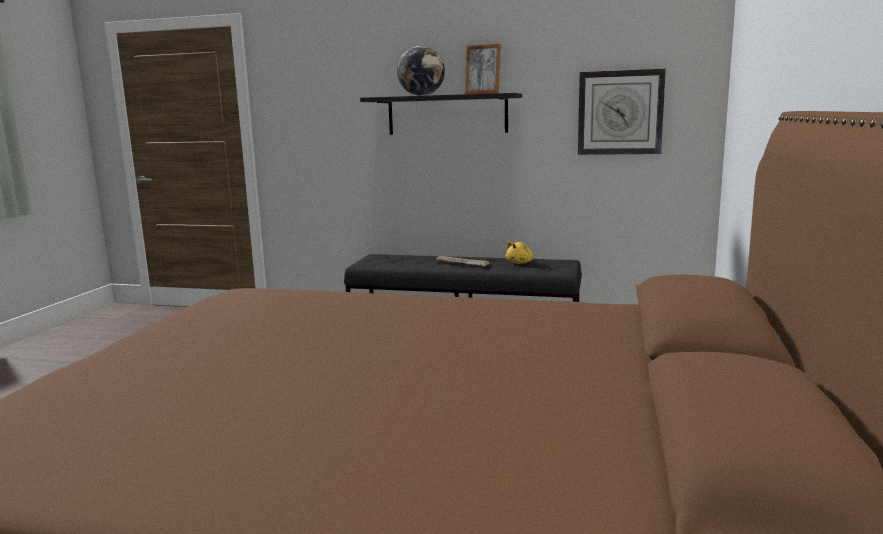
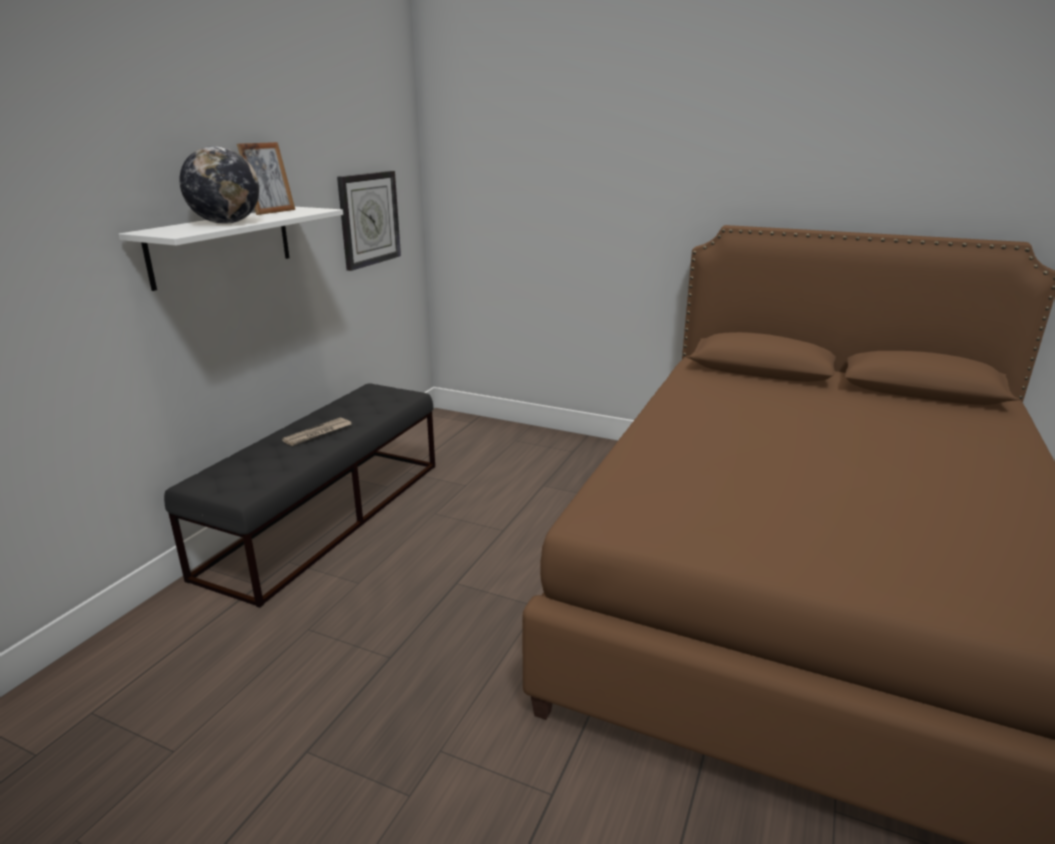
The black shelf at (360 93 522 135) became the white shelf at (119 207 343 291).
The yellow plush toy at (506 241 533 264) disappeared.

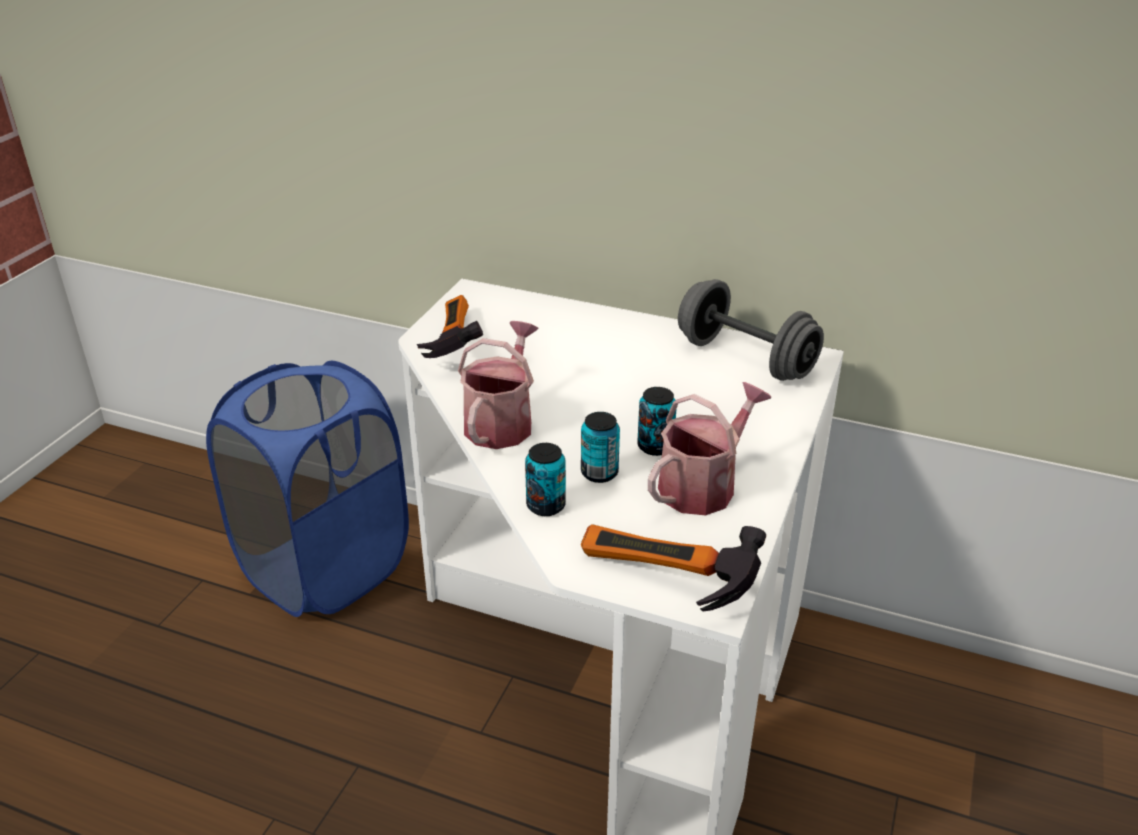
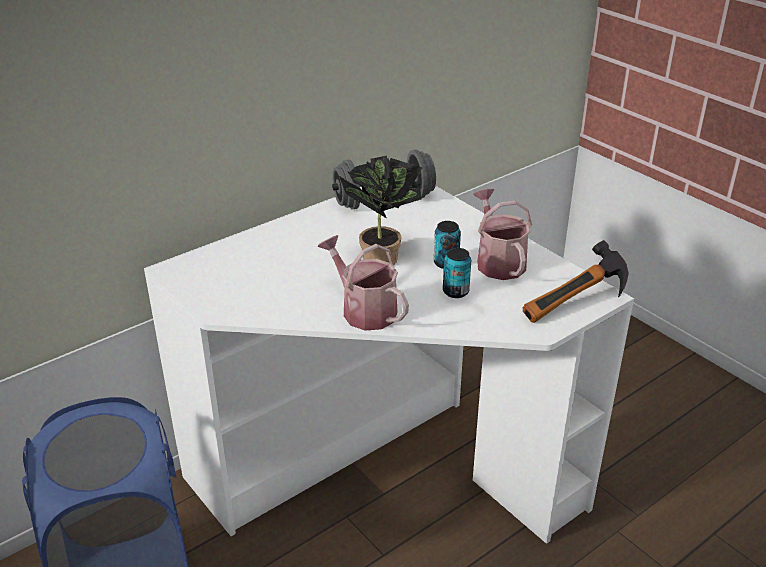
The potted plant at (339 156 422 265) appeared.
The hammer at (417 295 483 358) disappeared.
The can at (525 443 566 516) disappeared.

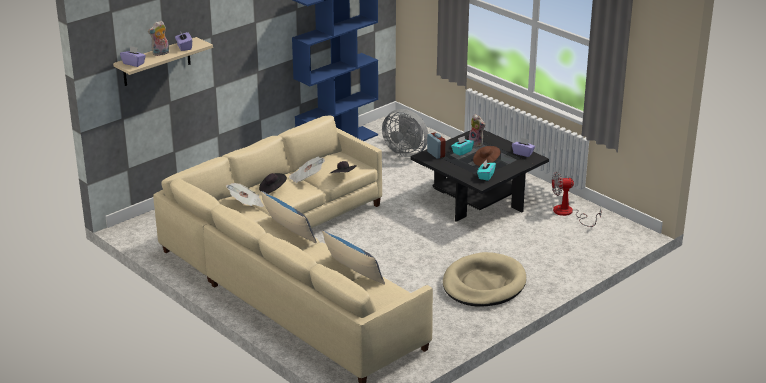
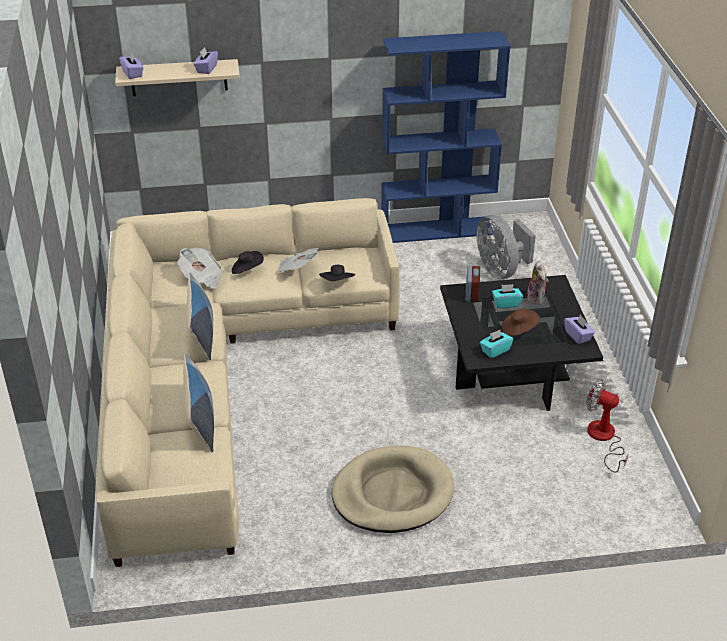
The plush toy at (148 20 169 56) disappeared.

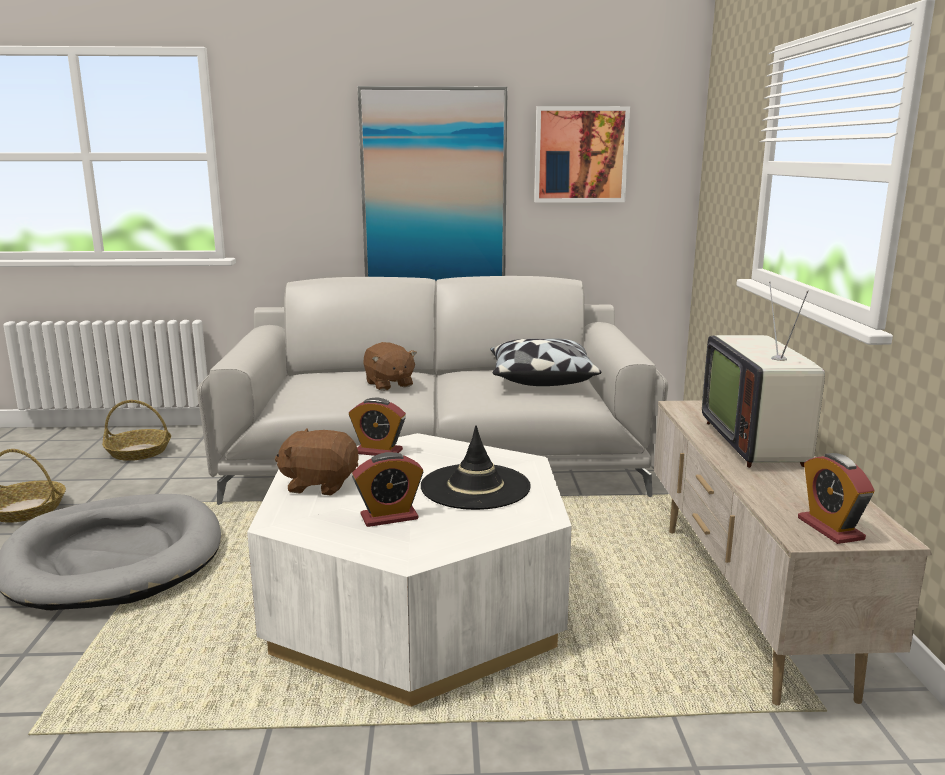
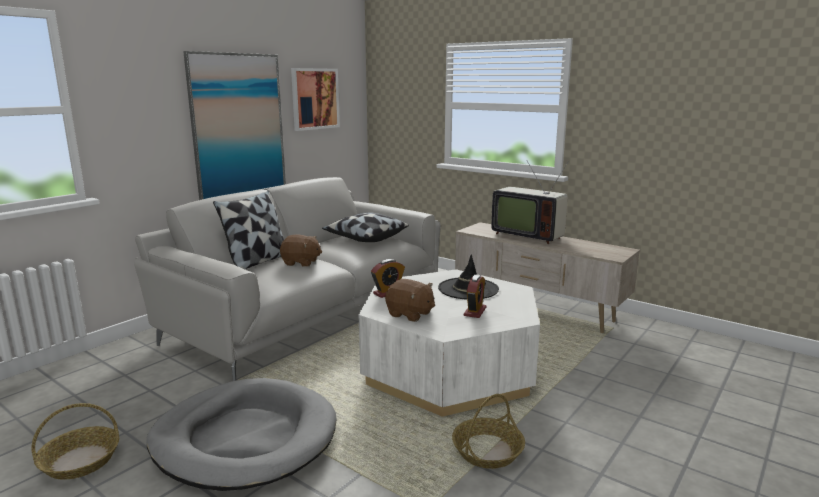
The pillow at (213 191 284 269) appeared.
The brown plush toy at (275 428 359 495) turned 105 degrees counterclockwise.
The basket moved from (102 400 171 461) to (452 394 525 469).
The alarm clock at (798 453 875 544) disappeared.

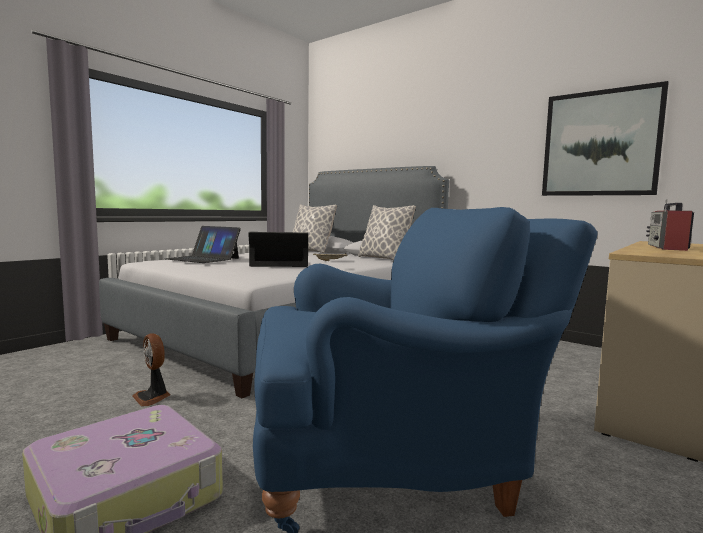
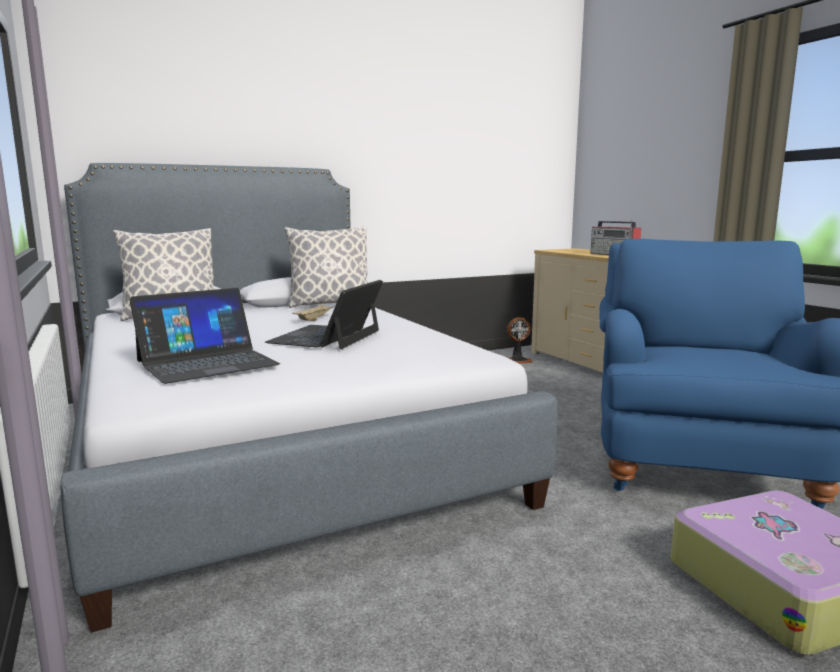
The fan moved from (132 334 171 407) to (507 317 533 364).
The picture at (542 81 669 196) disappeared.

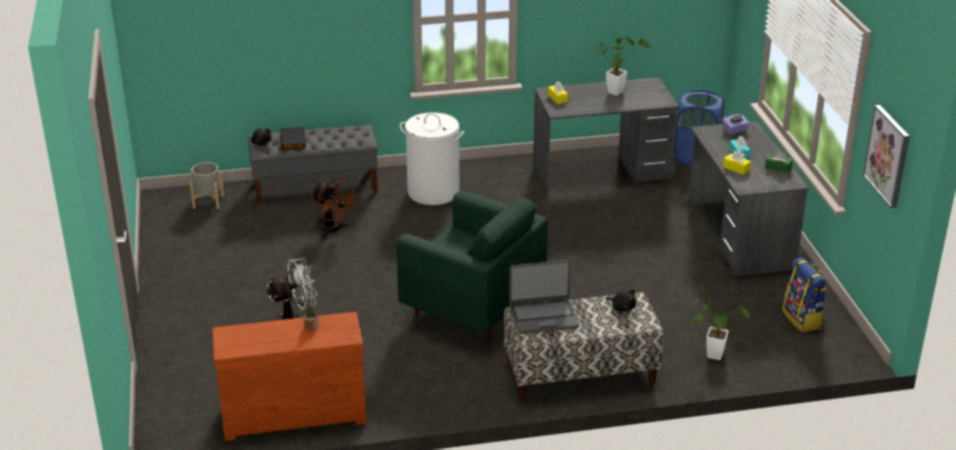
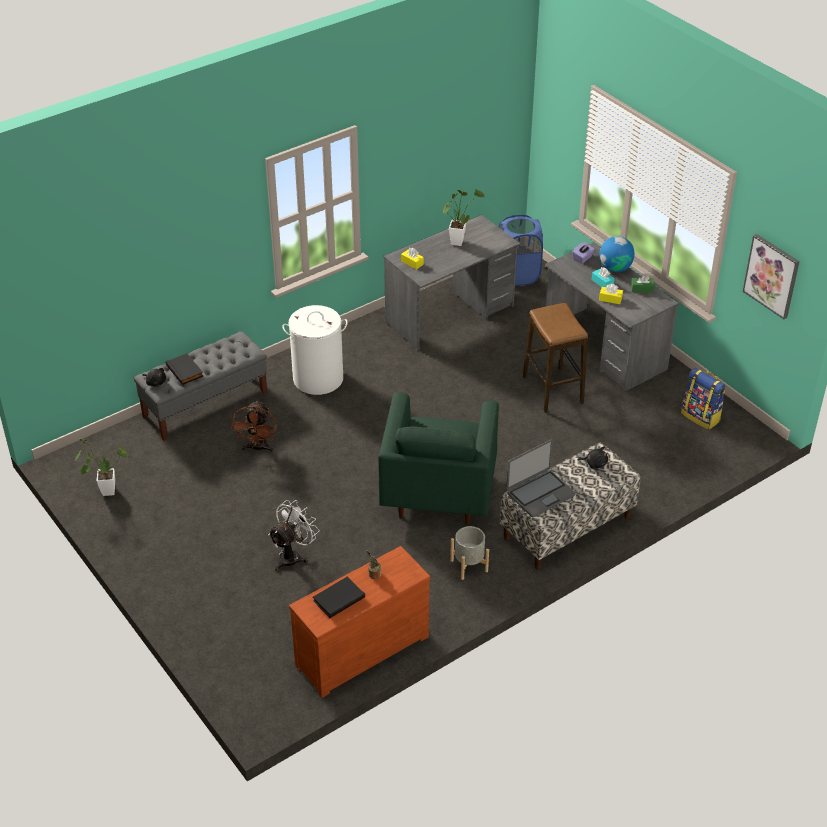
The potted plant moved from (691 286 750 360) to (75 438 128 496).
The brown fan at (311 177 359 238) turned 75 degrees clockwise.
The black book at (313 577 365 618) appeared.
The green armchair at (396 191 548 342) turned 90 degrees clockwise.
The grey planter moved from (190 162 224 209) to (450 526 489 580).
The stool at (523 303 588 413) appeared.
The globe at (599 236 635 272) appeared.

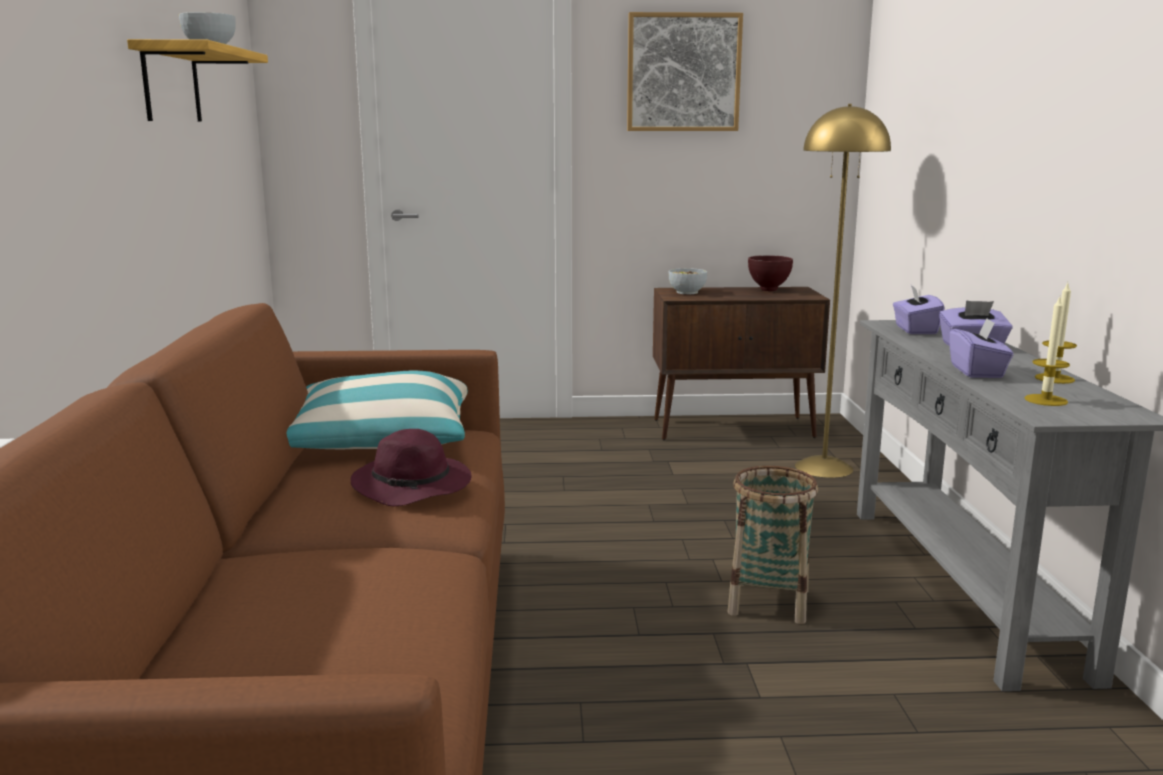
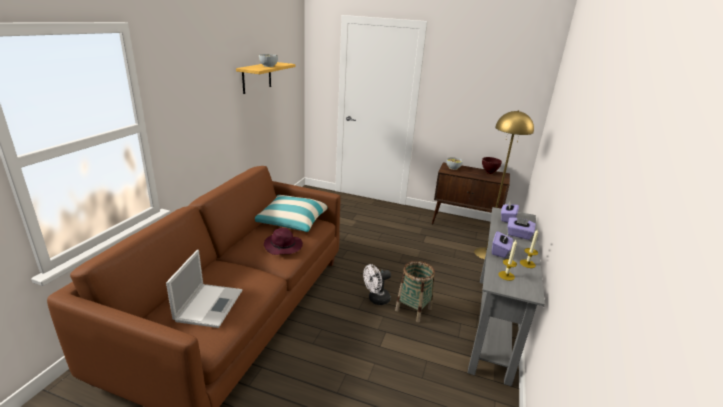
The laptop at (166 250 243 328) appeared.
The white fan at (363 264 391 305) appeared.
The picture at (627 12 743 131) disappeared.

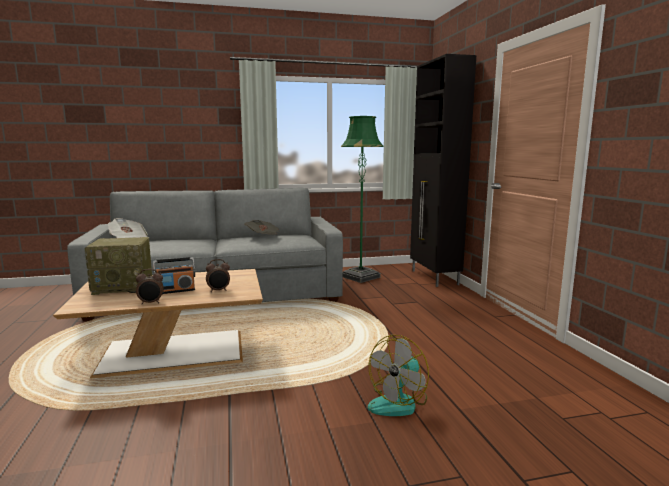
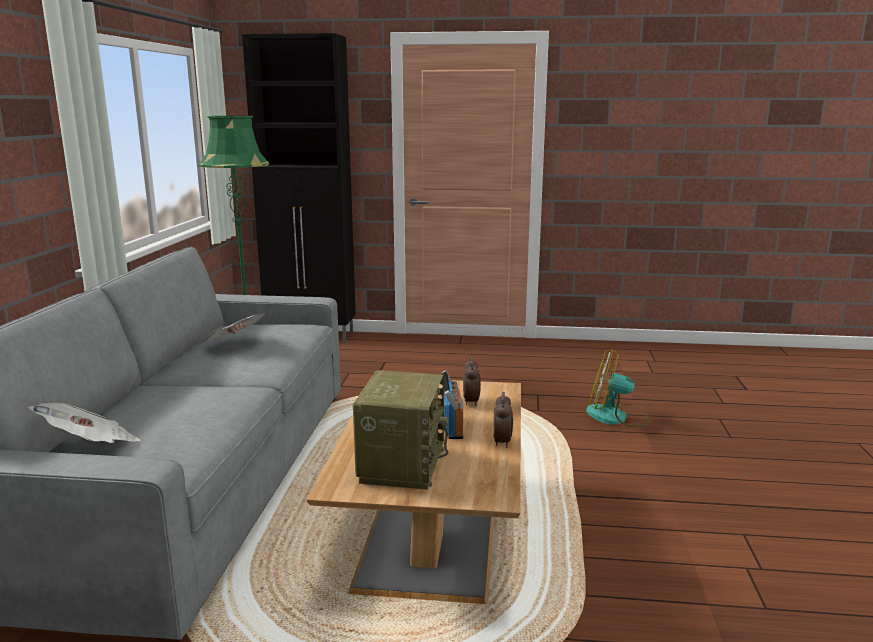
The fan at (368 335 429 416) turned 135 degrees clockwise.

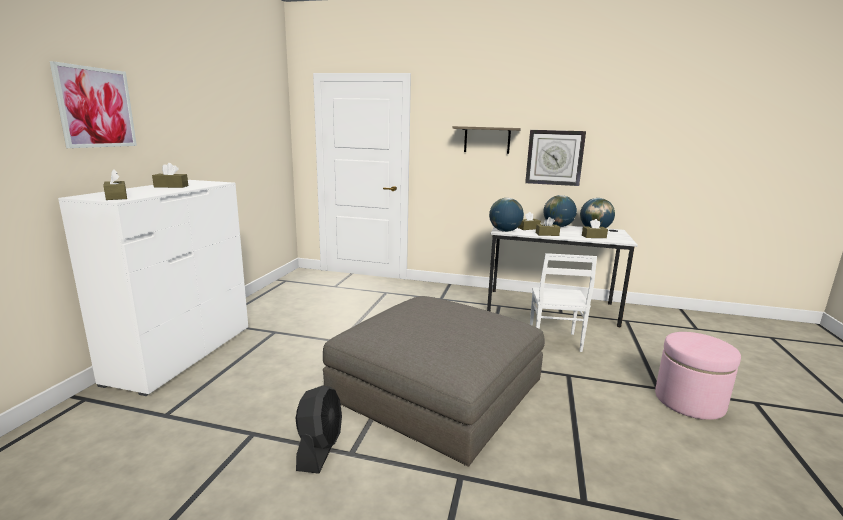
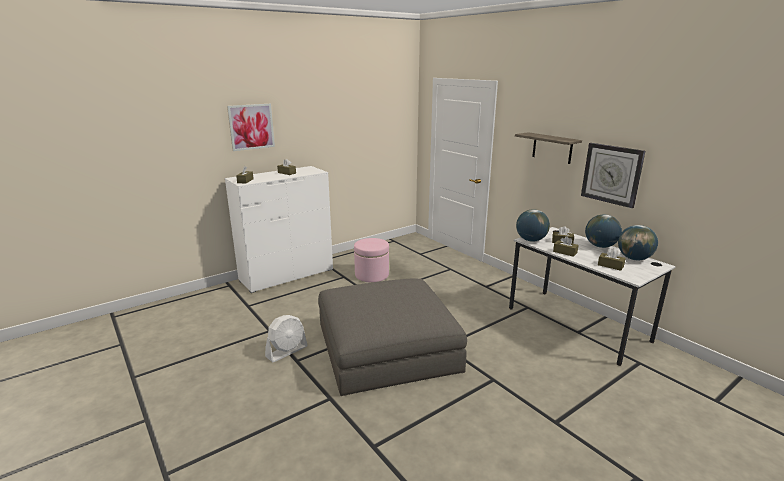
The black fan at (295 385 342 474) became the white fan at (265 315 308 362).
The pink ottoman moved from (655 332 741 420) to (354 238 389 283).
The white chair at (530 253 597 352) disappeared.

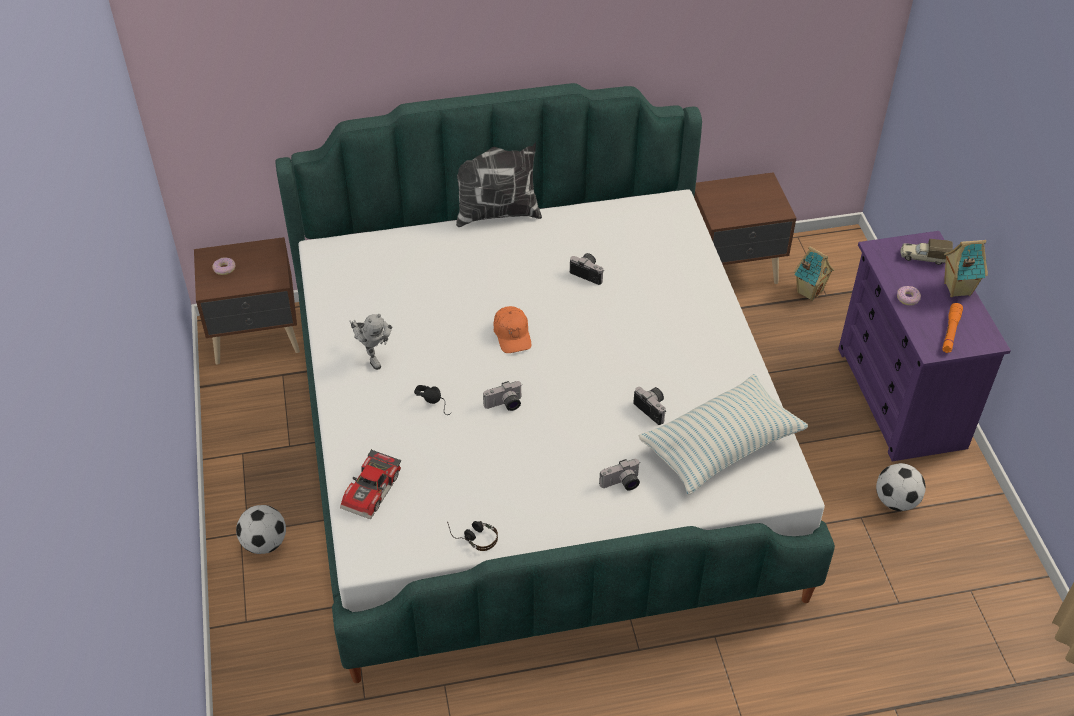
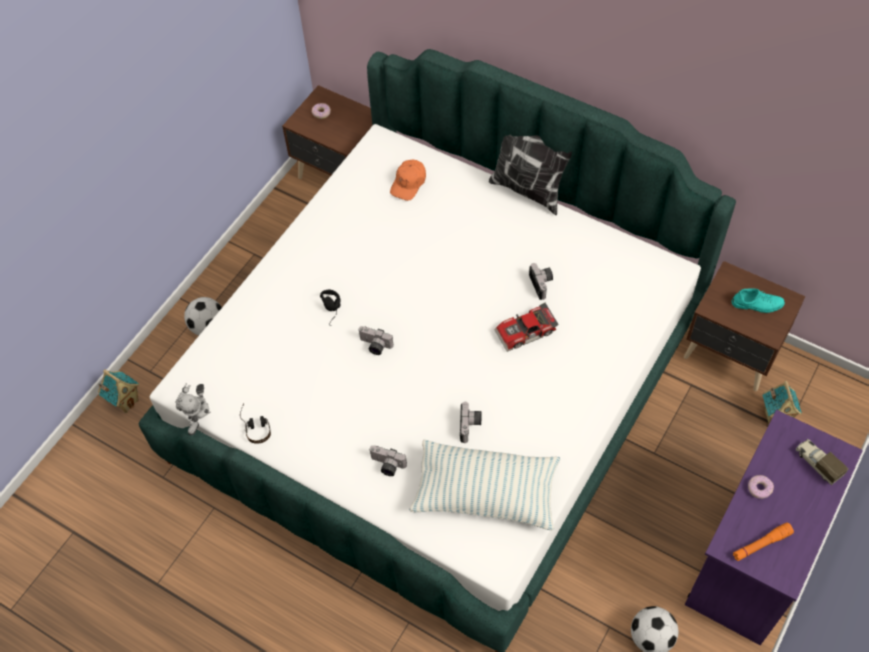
The toy house moved from (944 240 988 297) to (98 370 139 413).
The toy robot moved from (349 314 392 370) to (176 383 210 435).
The orange cap moved from (494 306 531 353) to (390 160 426 201).
The toy car moved from (340 449 401 520) to (494 302 559 352).
The turquoise shoe at (732 289 785 313) appeared.

